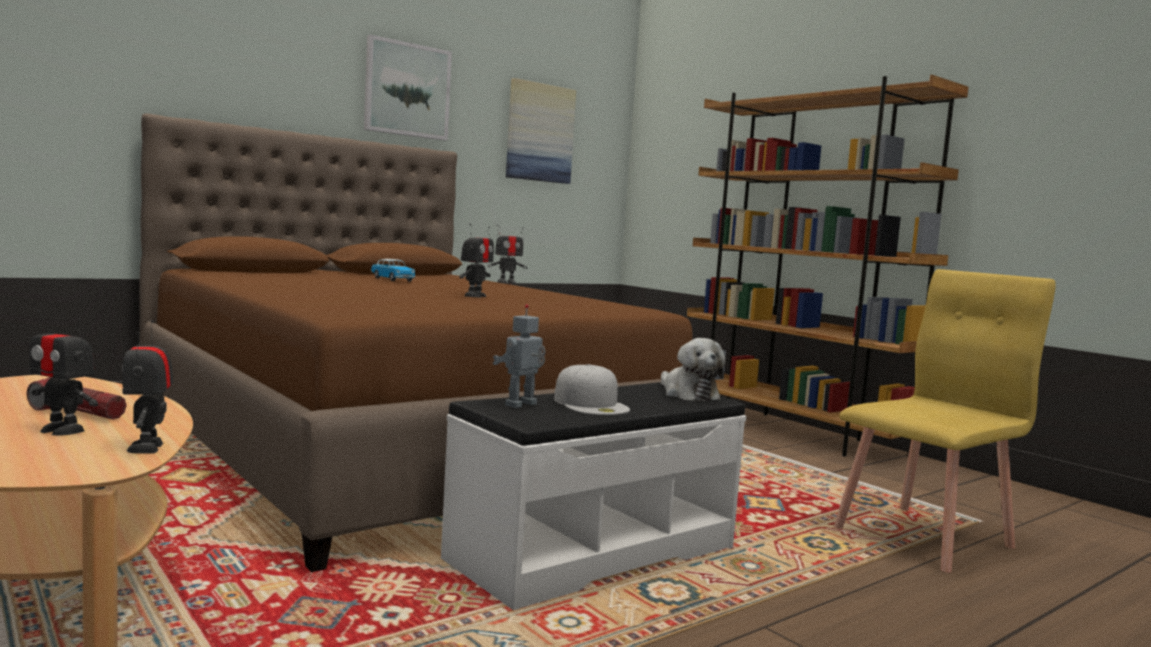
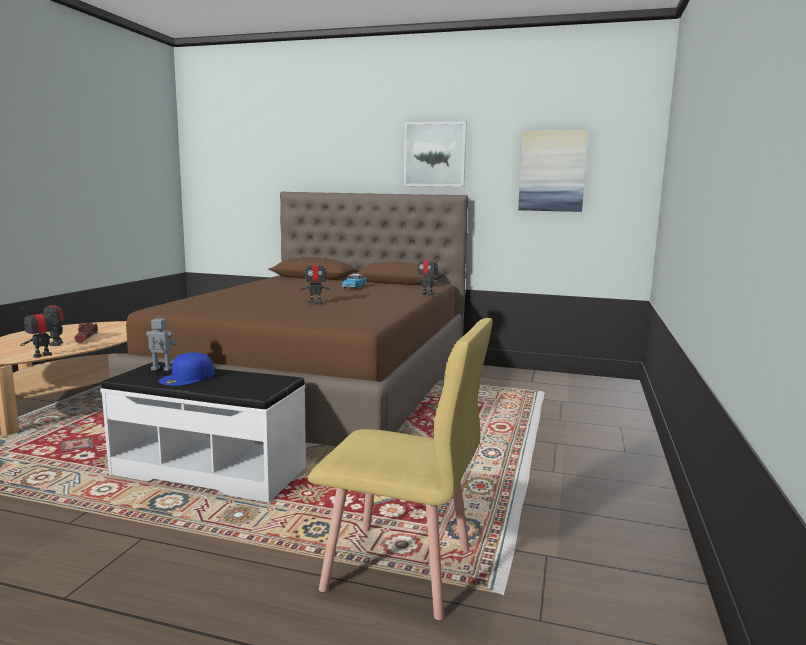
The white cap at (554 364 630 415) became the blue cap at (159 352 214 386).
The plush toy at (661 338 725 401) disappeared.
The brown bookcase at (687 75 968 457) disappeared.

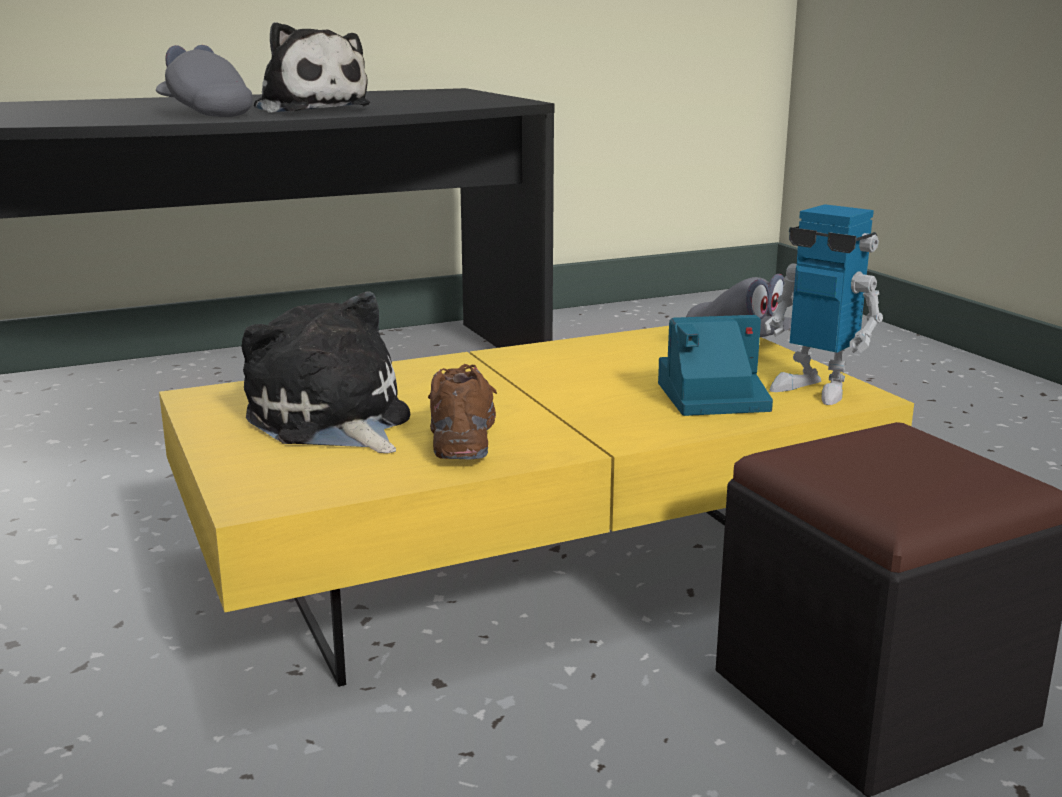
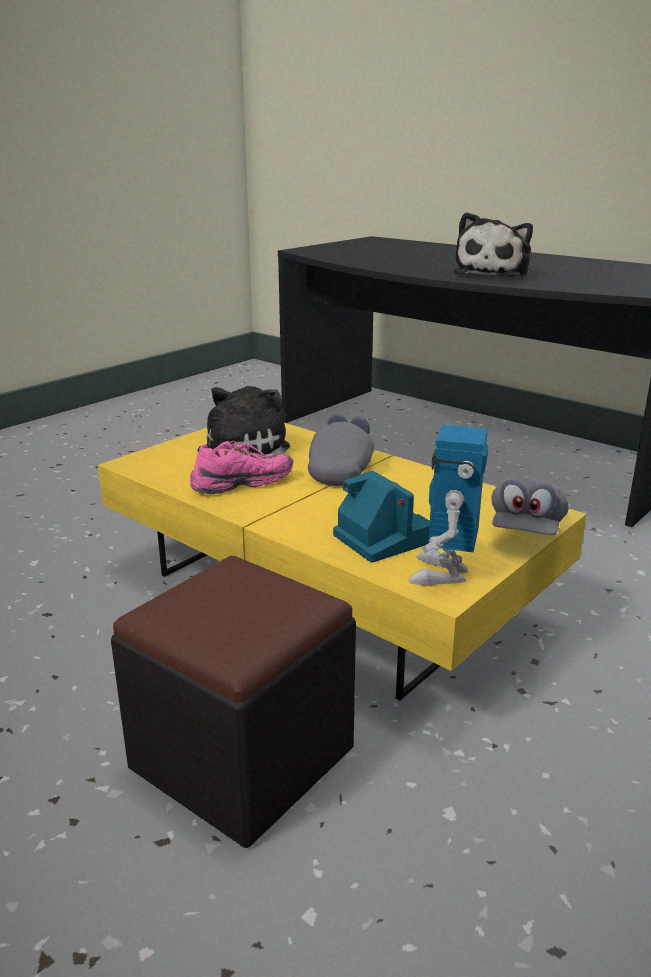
The brown shoe at (428 364 497 460) became the pink shoe at (190 441 293 494).
The grey cap moved from (156 45 253 117) to (308 414 375 486).

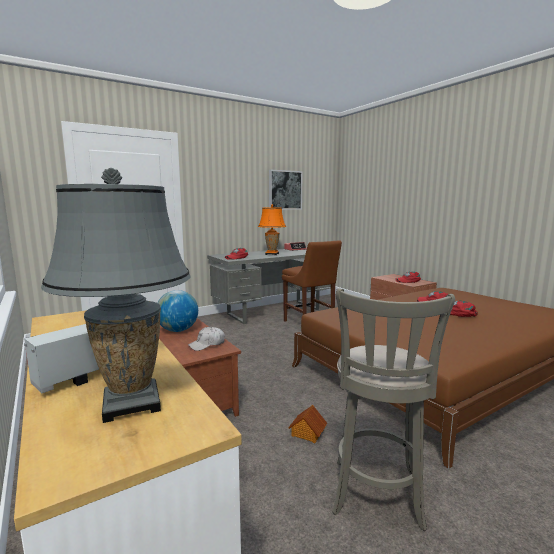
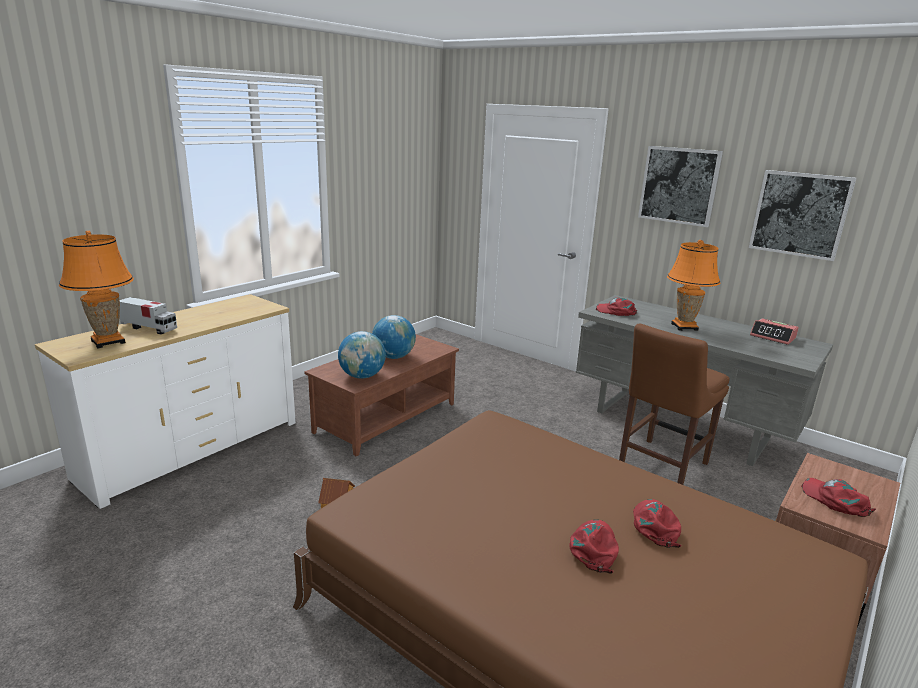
The grey table lamp at (41 168 191 423) became the orange table lamp at (59 231 134 348).
The white cap at (188 327 225 351) was replaced by the globe at (338 331 386 379).
The picture at (638 146 723 227) appeared.
The grey stool at (332 288 455 531) disappeared.

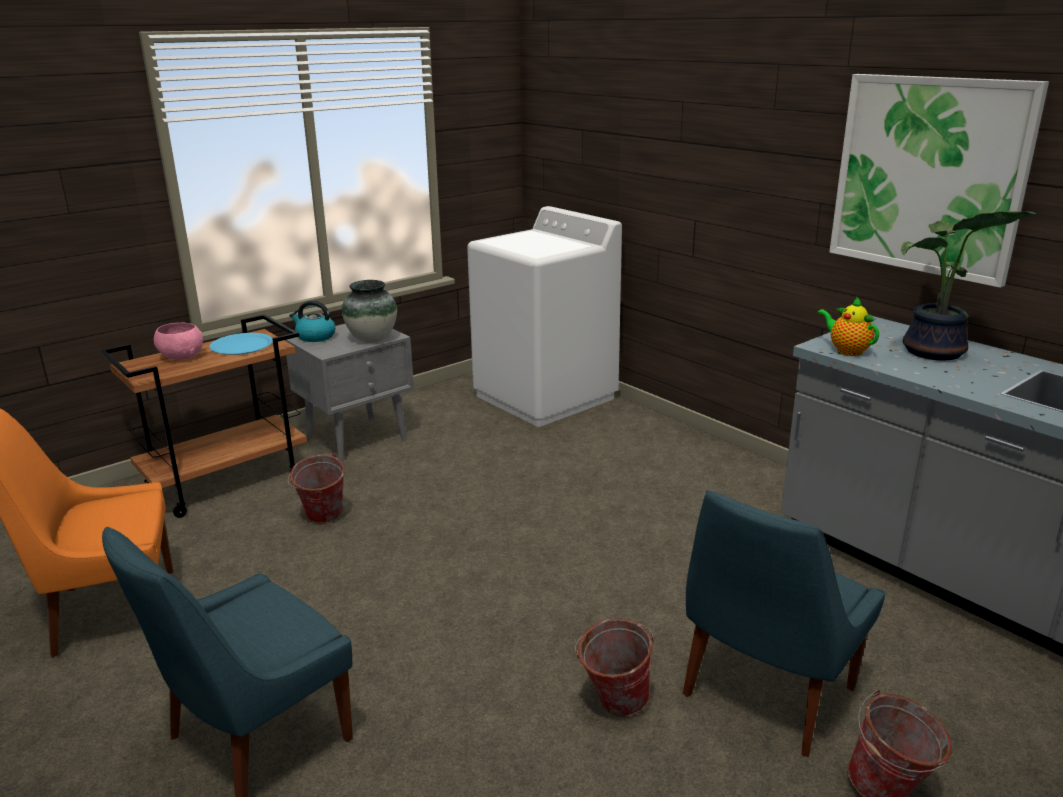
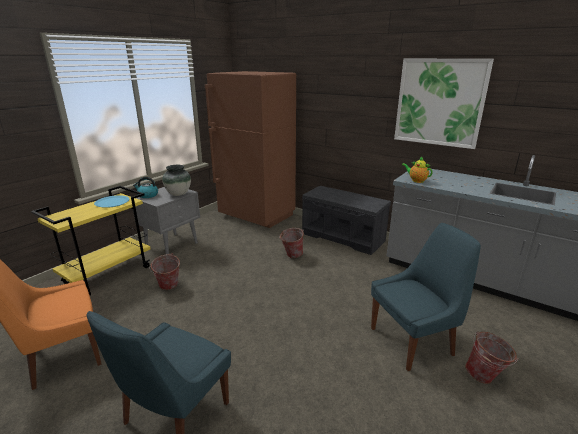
The brown cart at (100 314 307 518) became the yellow cart at (31 186 151 295).
The white washing machine at (467 206 622 427) was replaced by the brown fridge at (205 71 296 228).
The bucket moved from (575 618 654 717) to (279 228 304 258).
The grey bench at (302 186 391 255) appeared.
The blue chair at (683 490 886 757) turned 135 degrees counterclockwise.
The pink bowl at (154 323 203 360) disappeared.
The potted plant at (901 211 1036 360) disappeared.

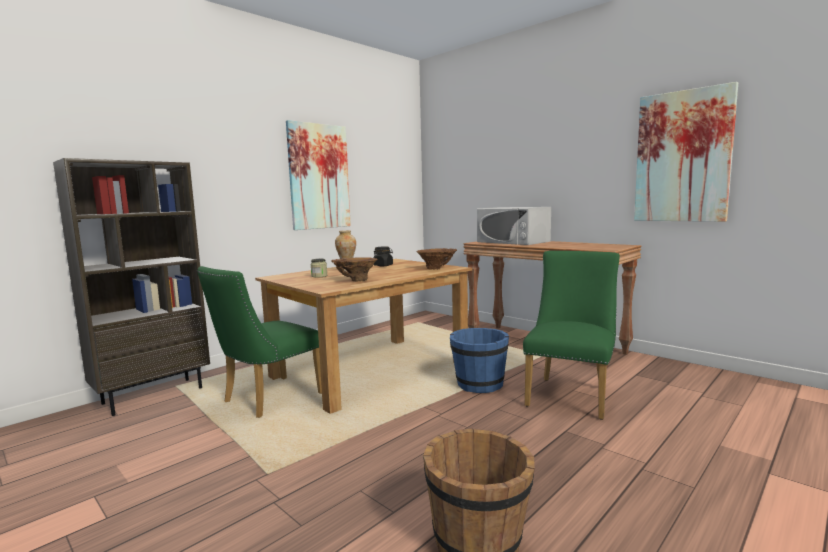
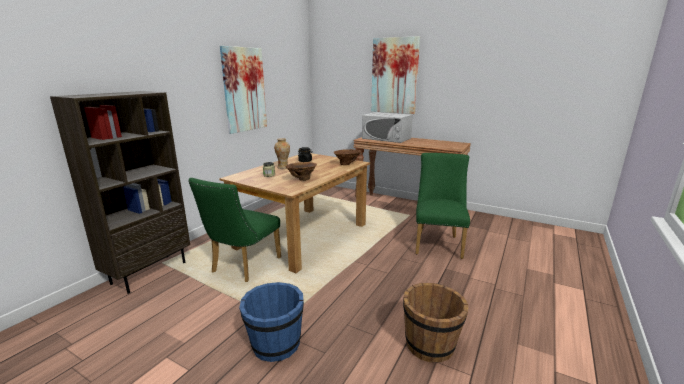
The blue bucket moved from (450 328 509 393) to (239 282 304 362).
The picture moved from (634 82 738 222) to (371 36 420 114).

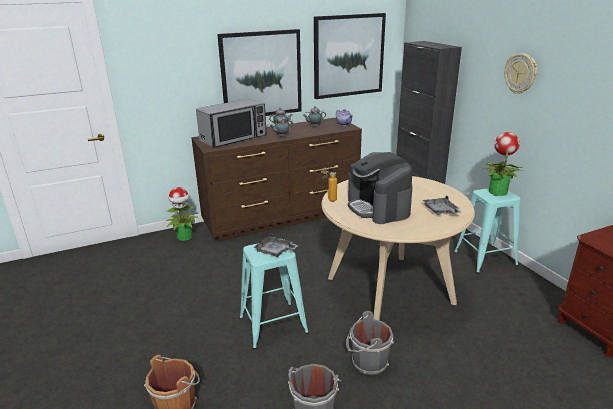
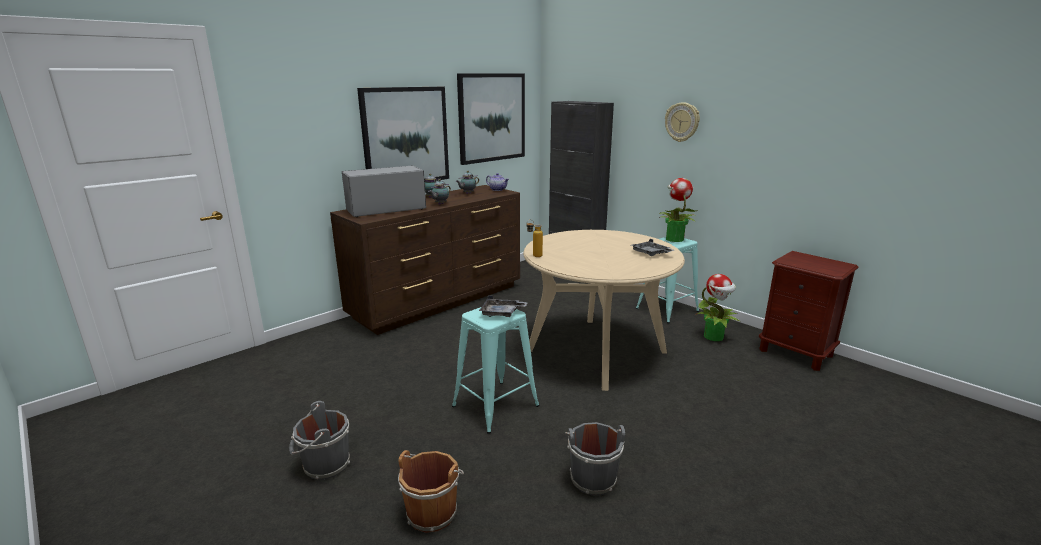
The grey bucket moved from (346 311 394 375) to (289 401 350 480).
The microwave at (196 99 267 148) turned 150 degrees counterclockwise.
The potted plant moved from (166 187 198 241) to (695 274 739 341).
The coffee machine at (348 152 413 224) disappeared.

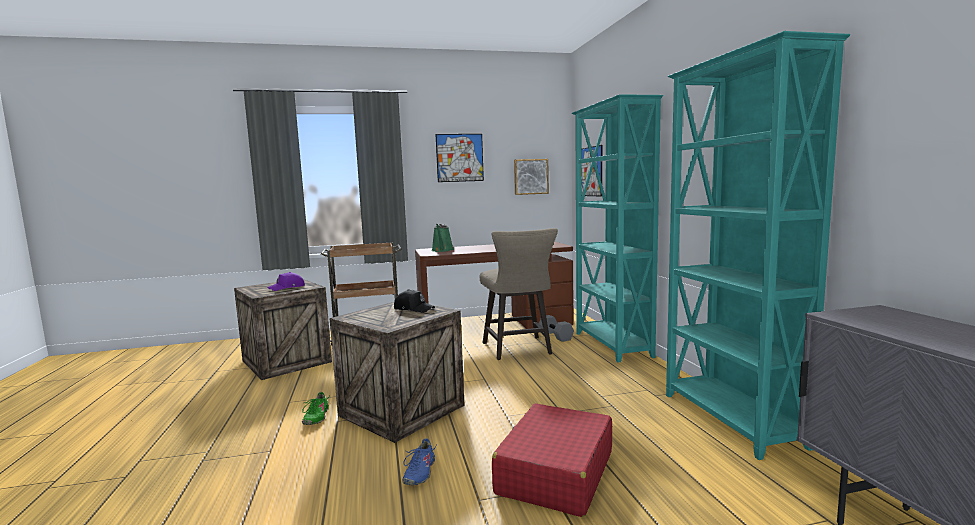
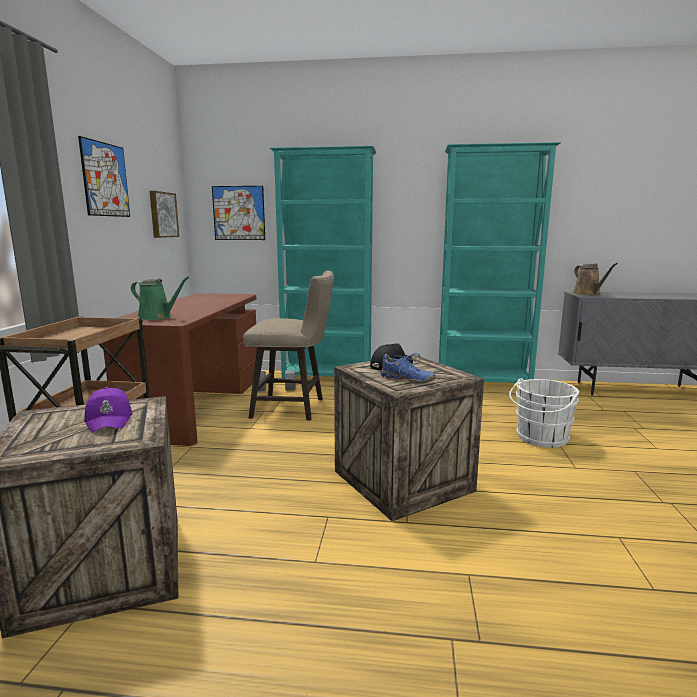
The blue shoe moved from (402 438 437 485) to (381 353 436 384).
The red suitcase at (492 404 612 517) was replaced by the white bucket at (509 378 579 448).
The brown watering can at (573 263 618 295) appeared.
The green shoe at (302 392 329 425) disappeared.

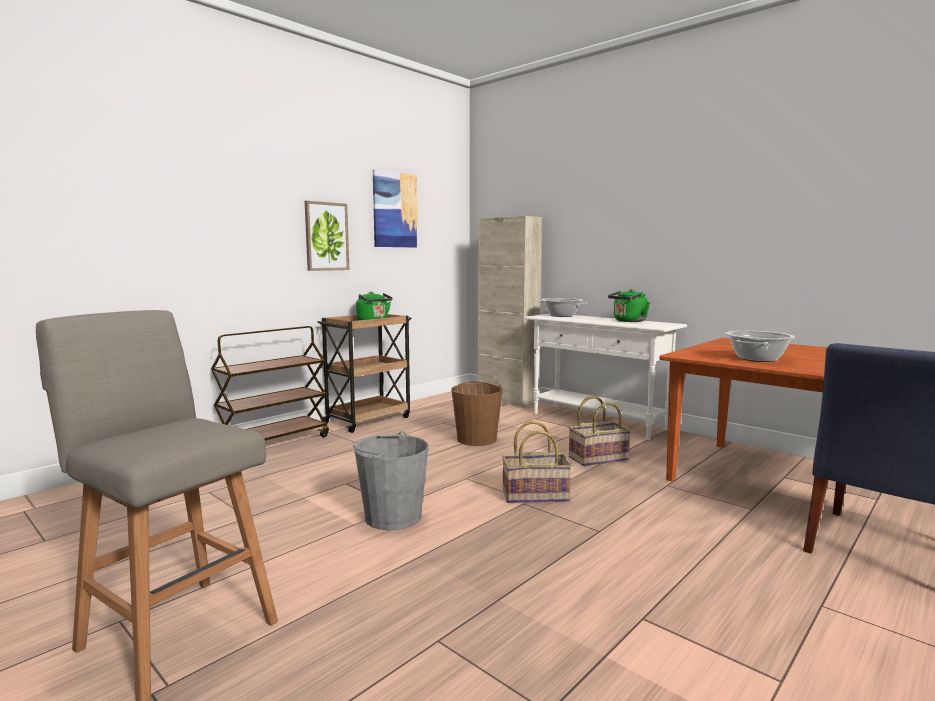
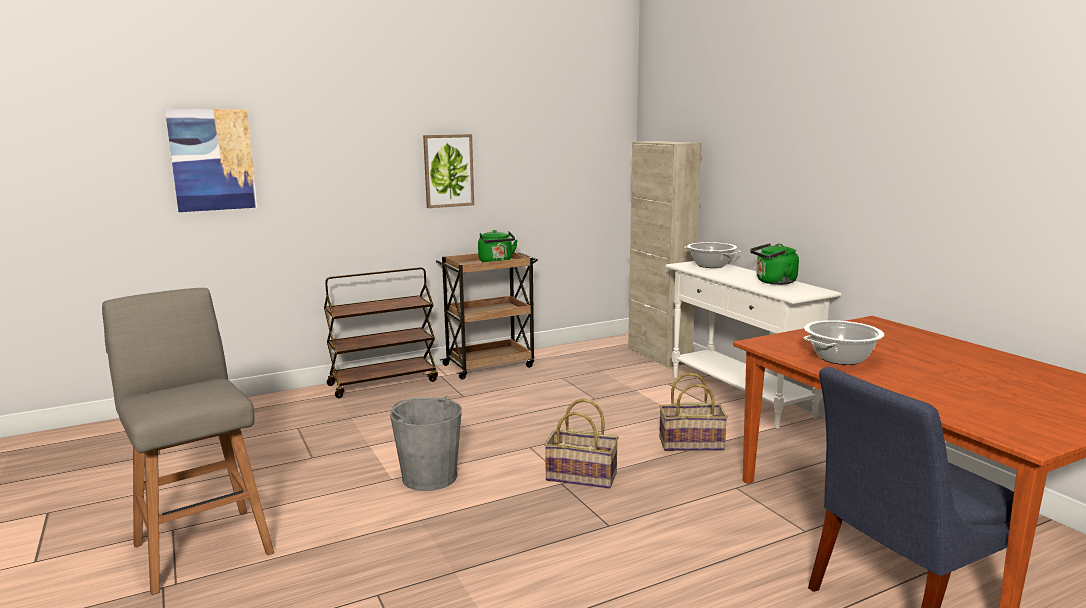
The picture moved from (373 169 418 248) to (165 109 257 212).
The brown bucket at (451 382 503 446) disappeared.

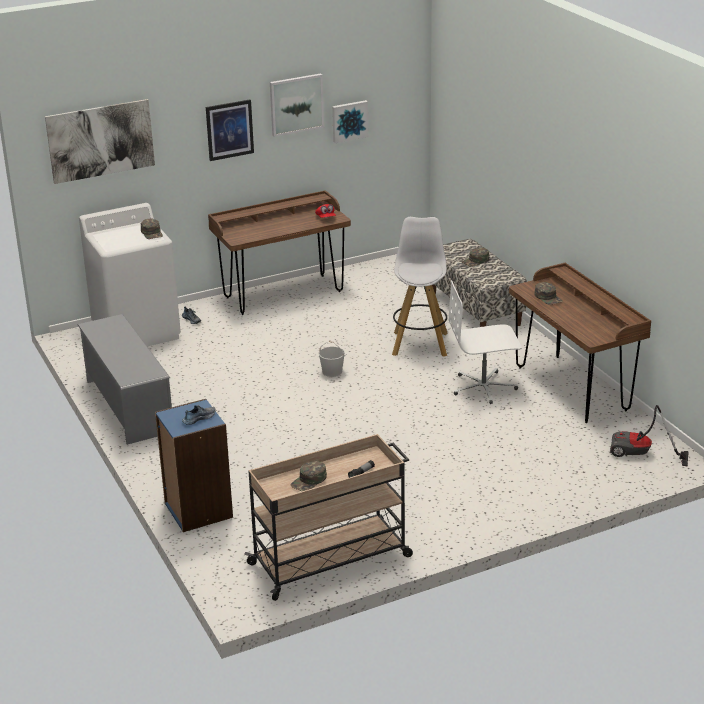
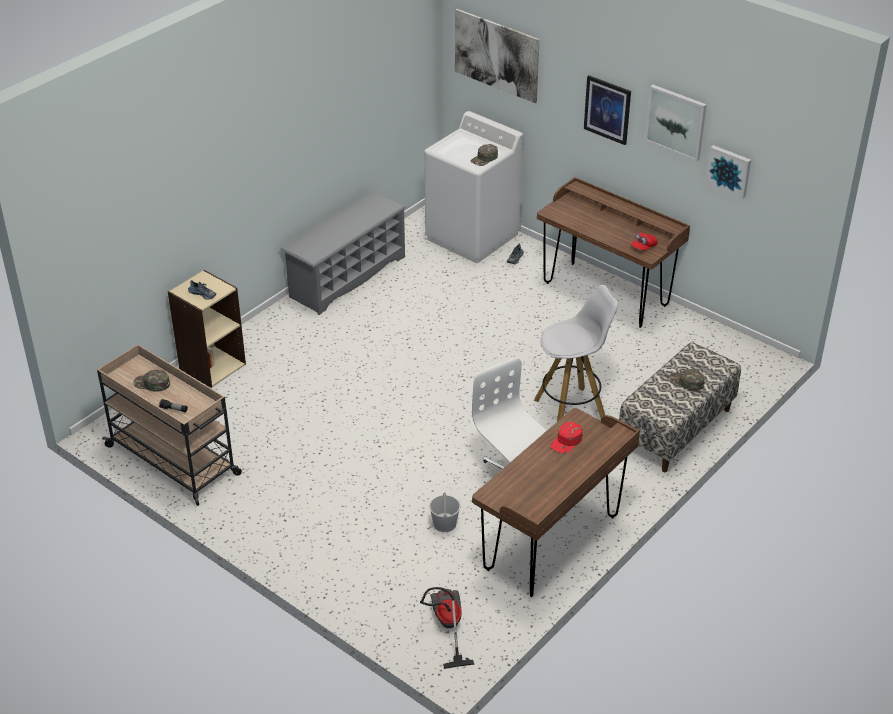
The blue bookcase at (155 399 233 532) became the beige bookcase at (168 270 246 388).
The white bucket moved from (318 341 345 377) to (429 492 460 532).
The green cap at (534 282 563 305) became the red cap at (550 422 582 454).

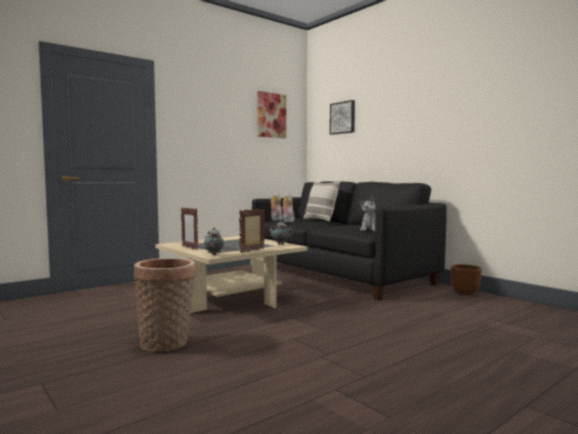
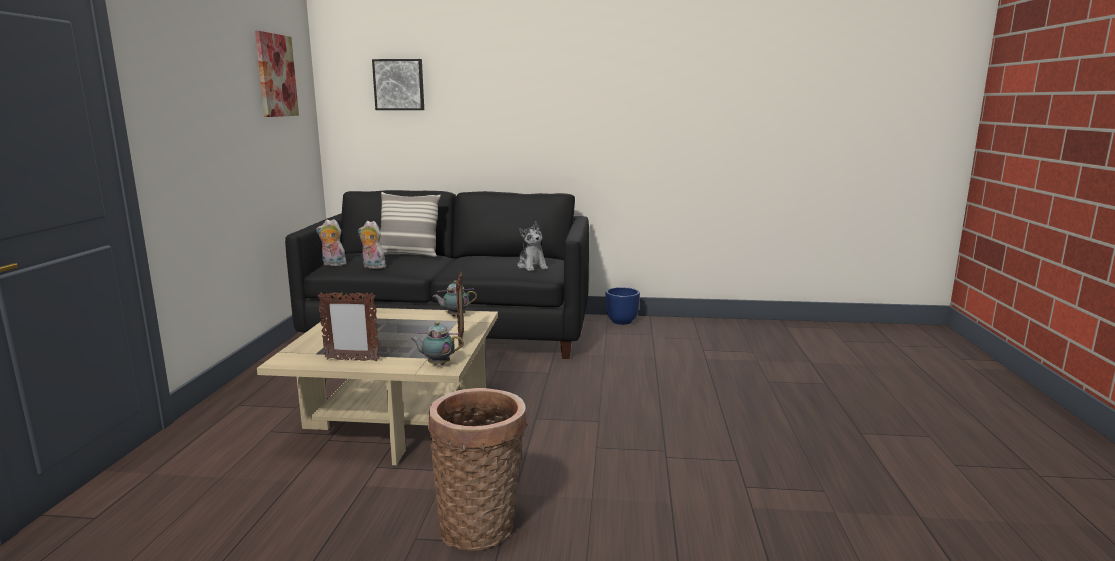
The brown planter at (451 264 482 295) became the blue planter at (605 287 640 325).

